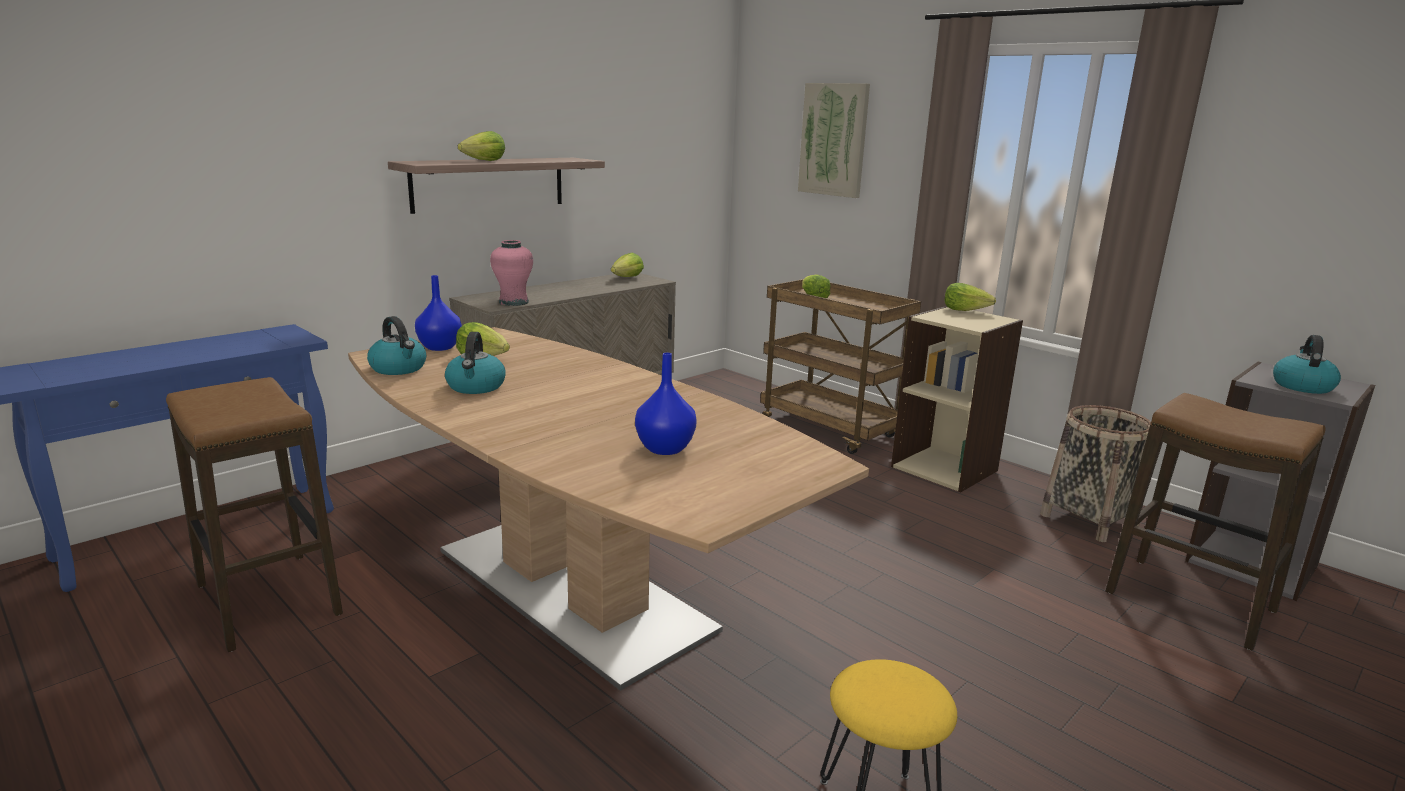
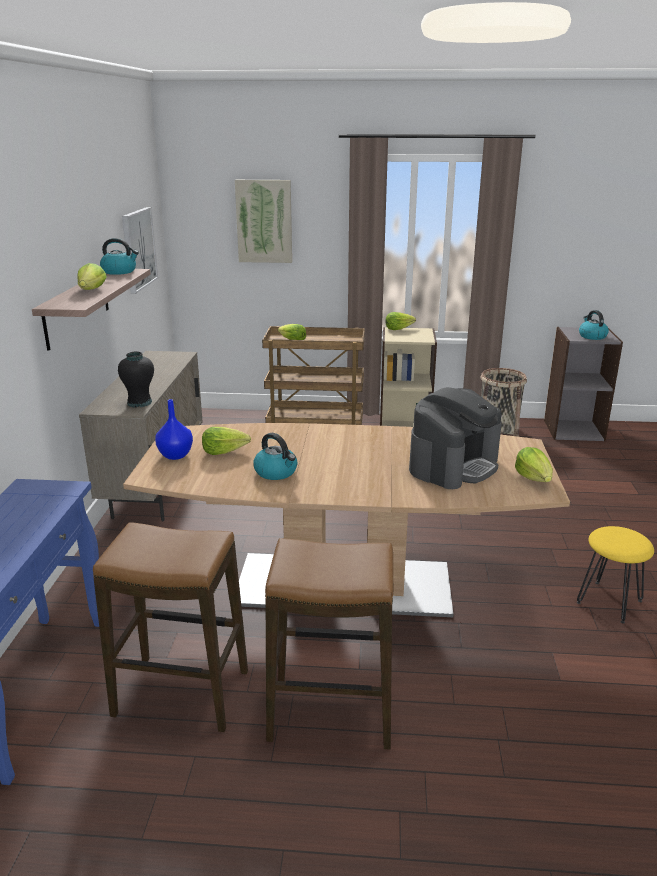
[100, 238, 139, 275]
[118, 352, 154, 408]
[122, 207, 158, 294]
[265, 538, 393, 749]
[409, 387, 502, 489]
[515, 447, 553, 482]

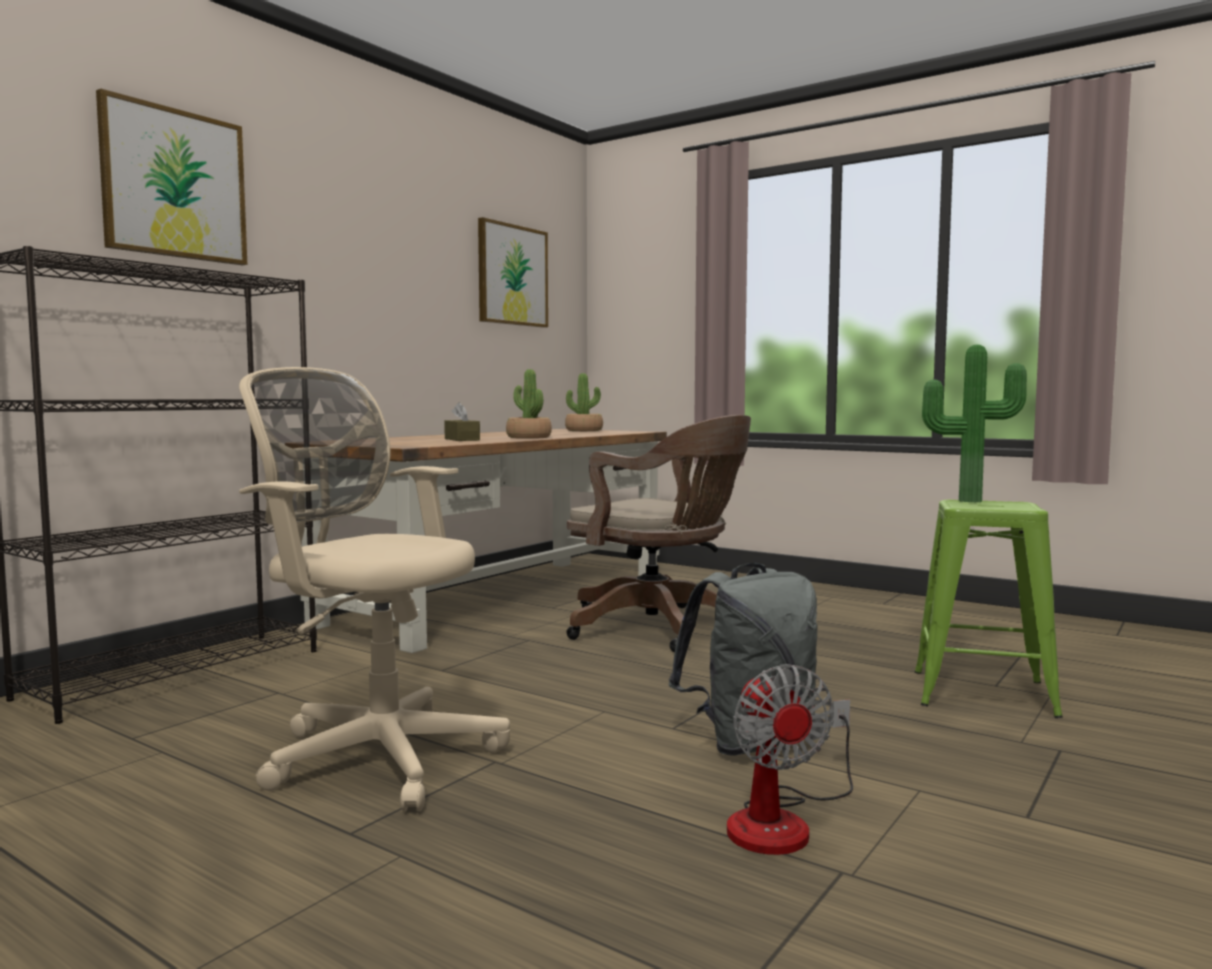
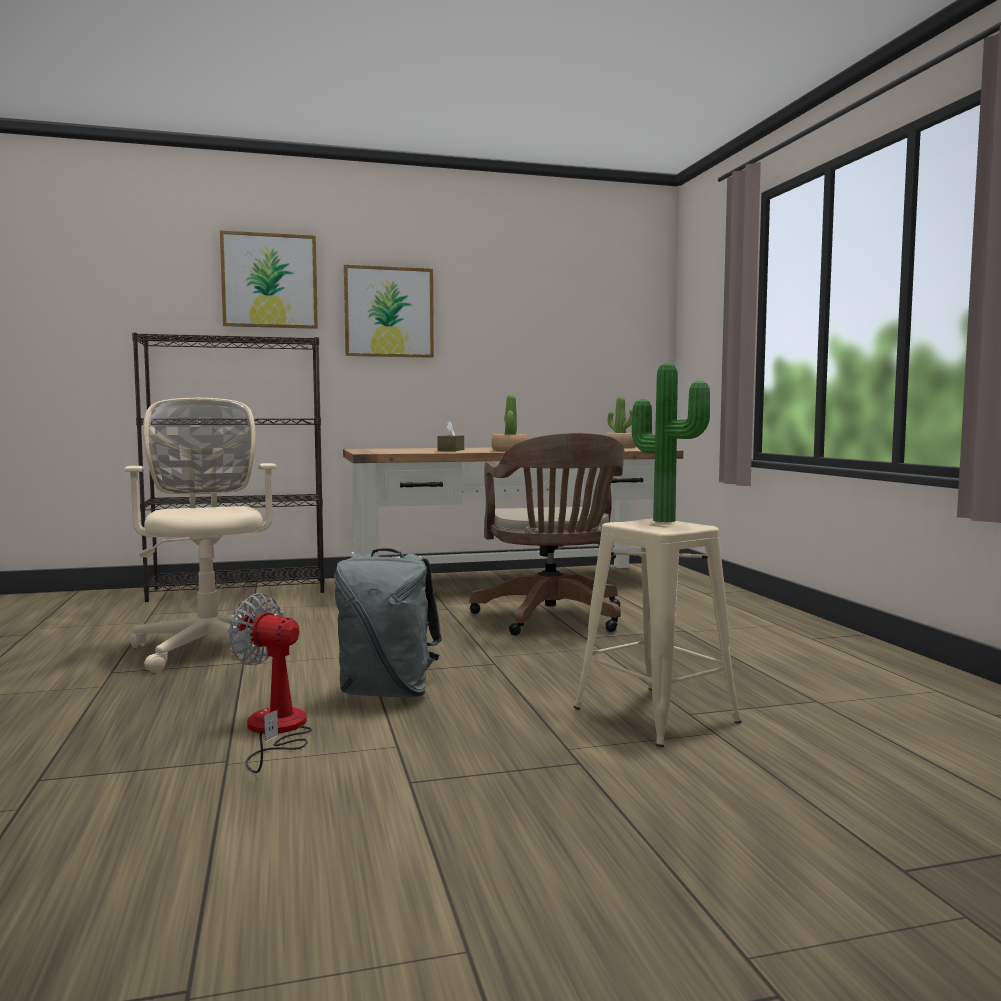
[228, 593, 312, 773]
[344, 265, 434, 358]
[574, 518, 742, 747]

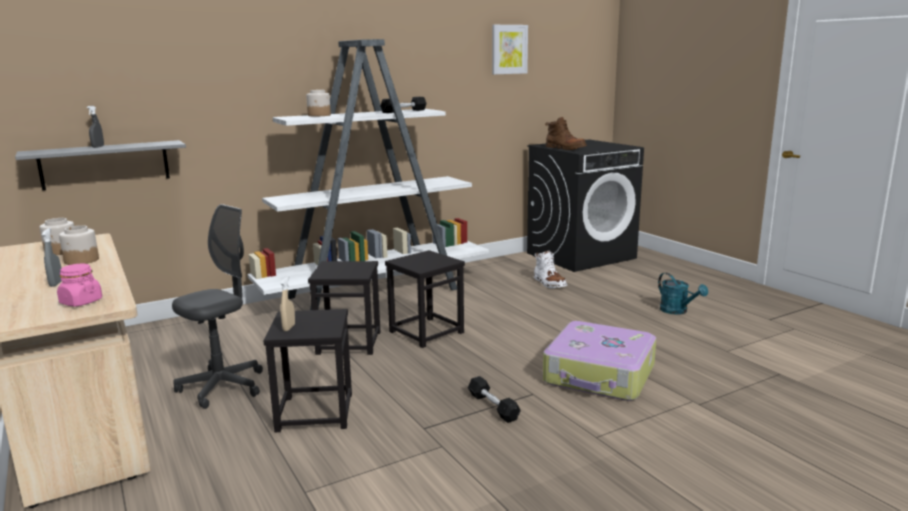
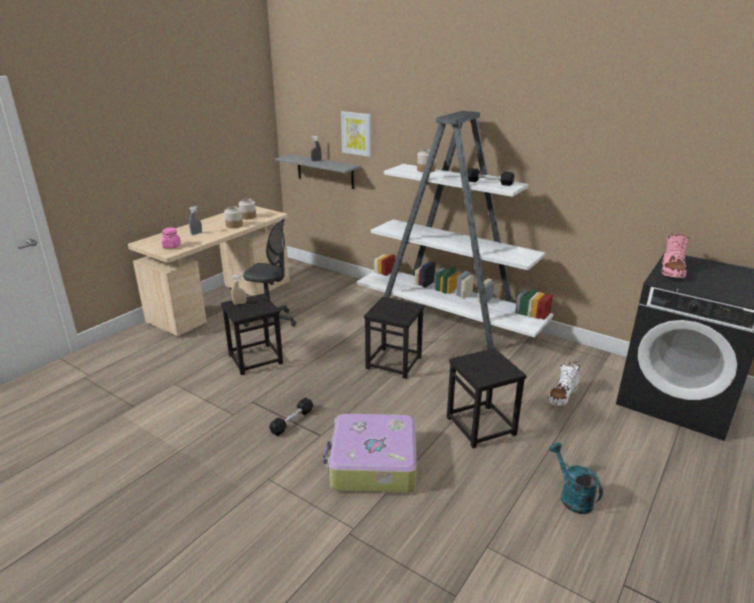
[341, 111, 371, 157]
[447, 348, 526, 448]
[549, 443, 603, 514]
[661, 233, 690, 278]

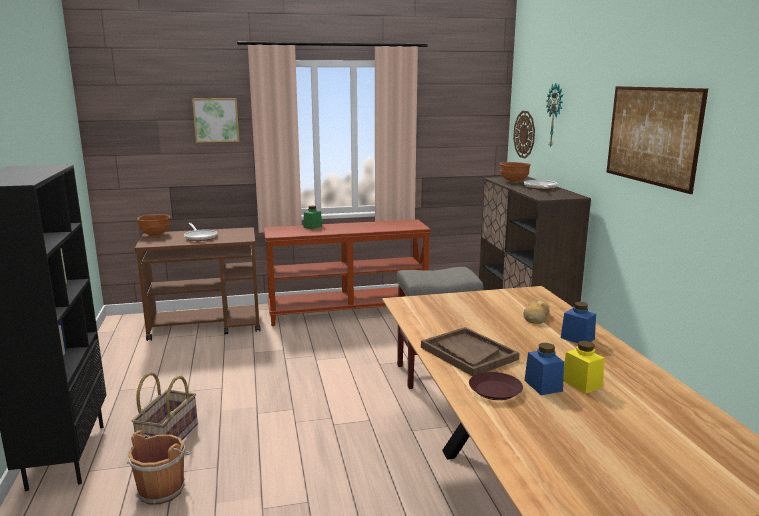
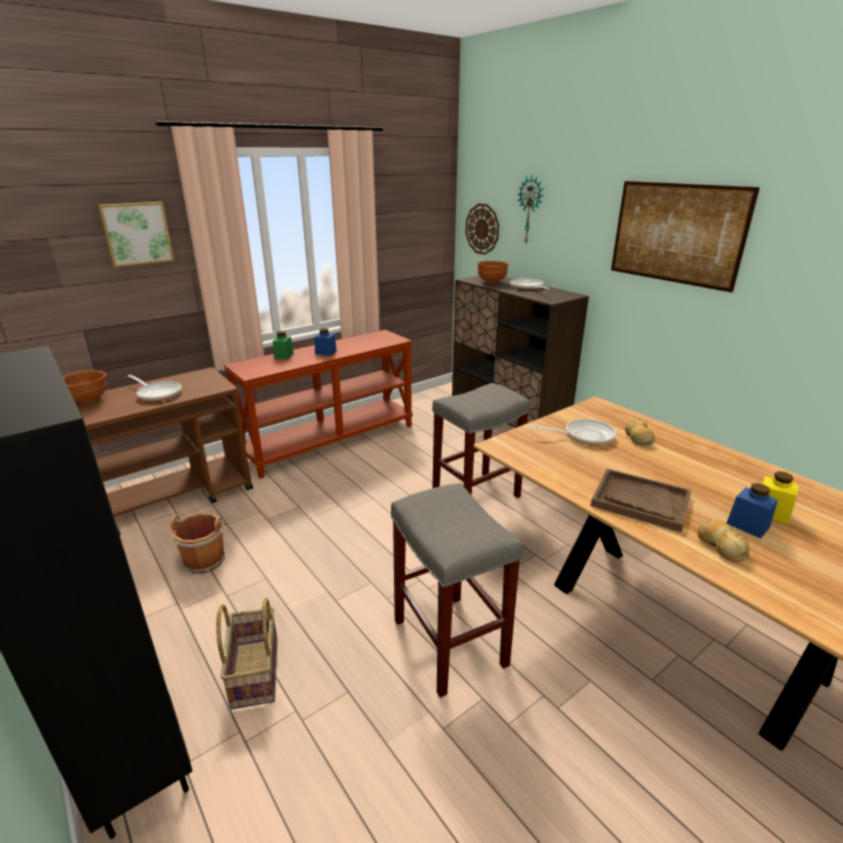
[170, 513, 227, 574]
[314, 328, 337, 356]
[391, 483, 523, 698]
[531, 419, 616, 445]
[697, 520, 750, 562]

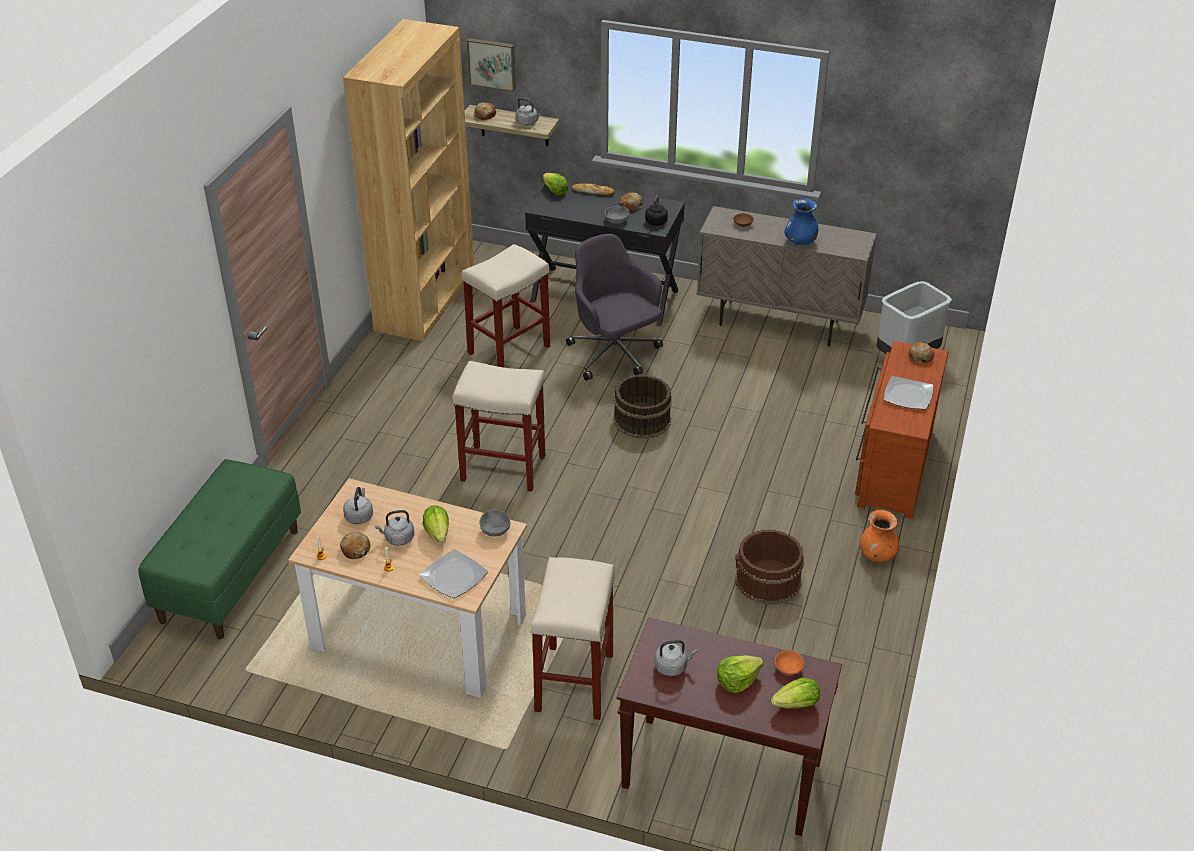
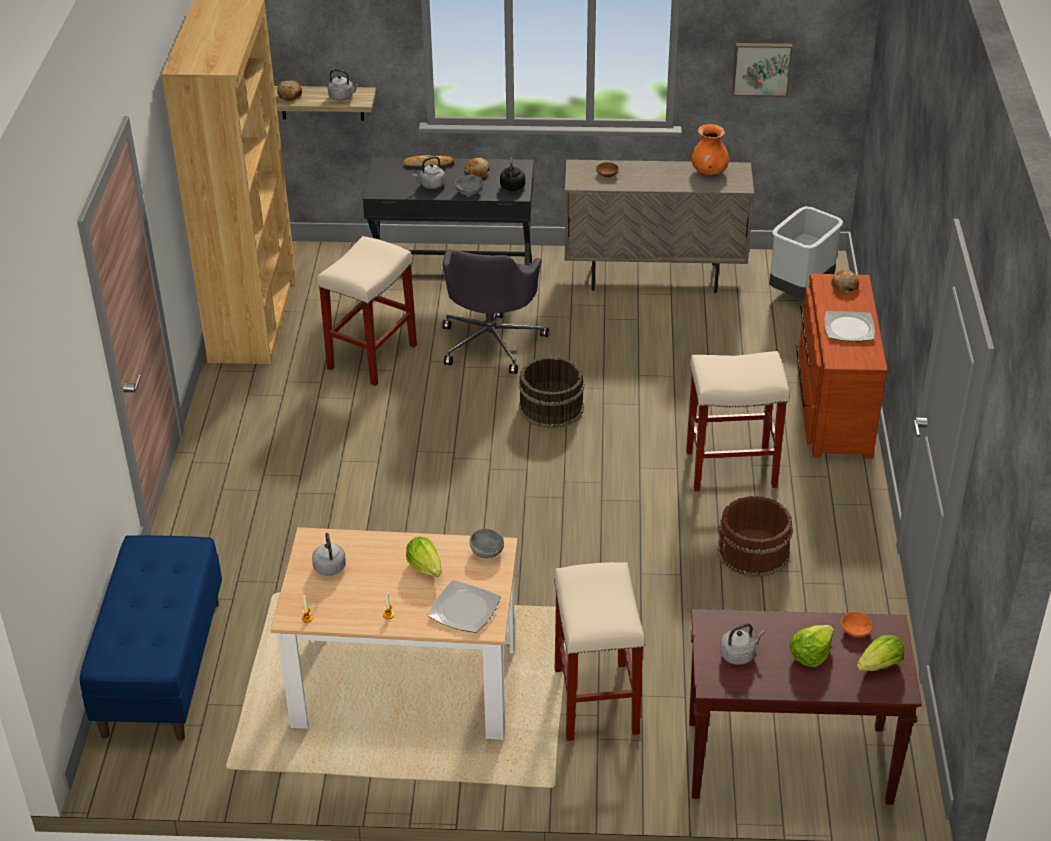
[80, 535, 222, 741]
[413, 156, 445, 189]
[442, 249, 549, 374]
[686, 351, 789, 492]
[691, 124, 729, 175]
[732, 43, 793, 97]
[340, 532, 371, 559] (first image)
[543, 173, 568, 195] (first image)
[784, 198, 818, 245] (first image)

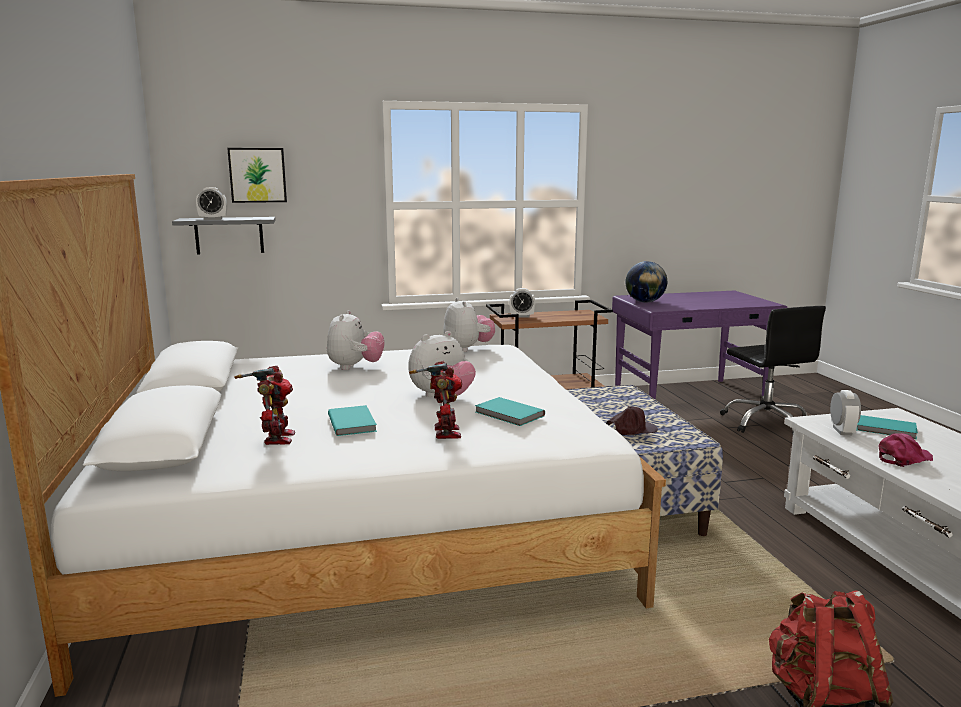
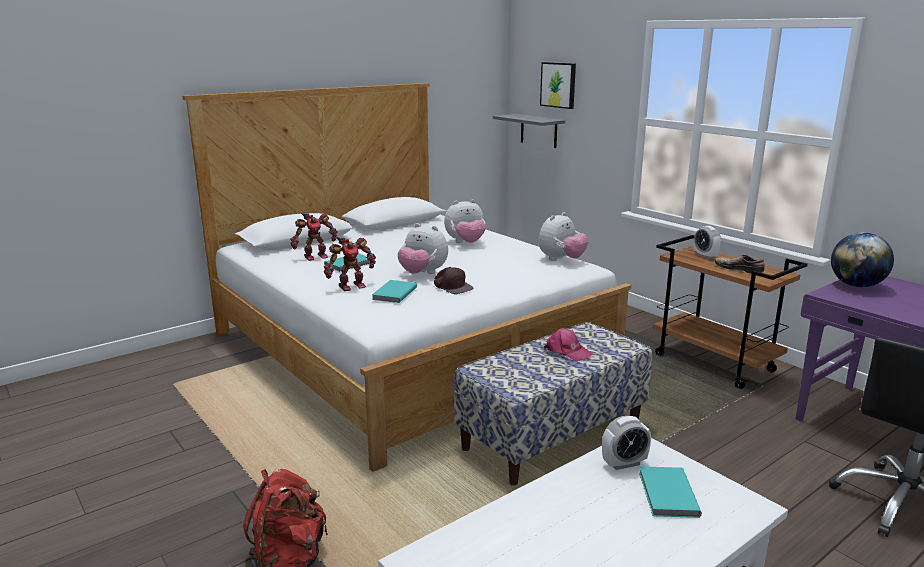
[434, 267, 473, 294]
[544, 328, 593, 361]
[715, 255, 764, 274]
[196, 187, 227, 220] (first image)

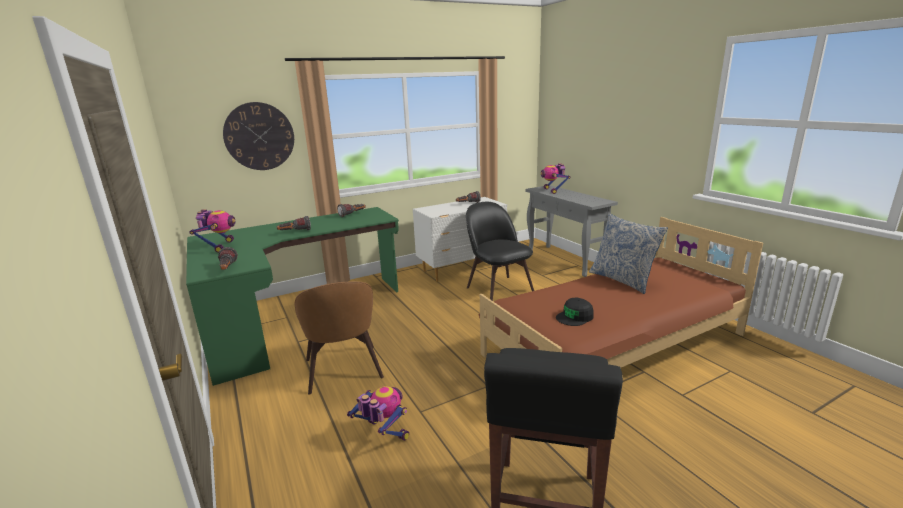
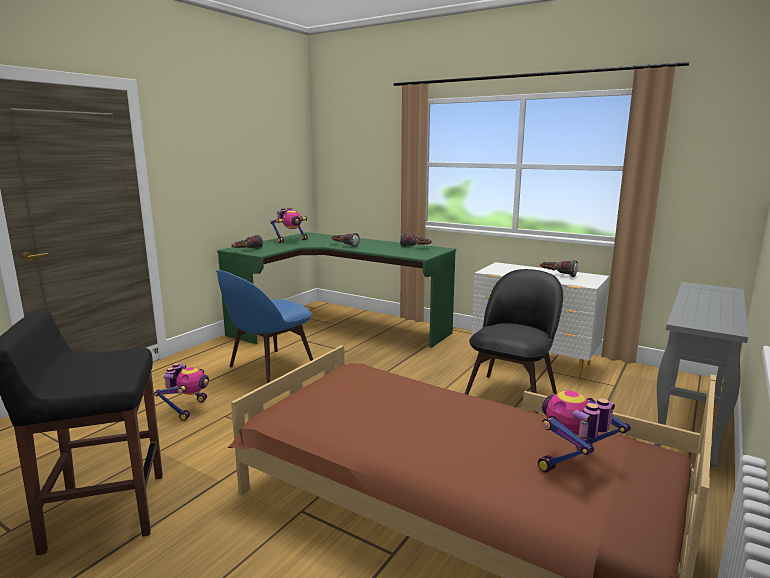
[216, 270, 313, 383]
[538, 391, 631, 473]
[223, 102, 294, 170] (first image)
[556, 298, 594, 326] (first image)
[589, 214, 668, 294] (first image)

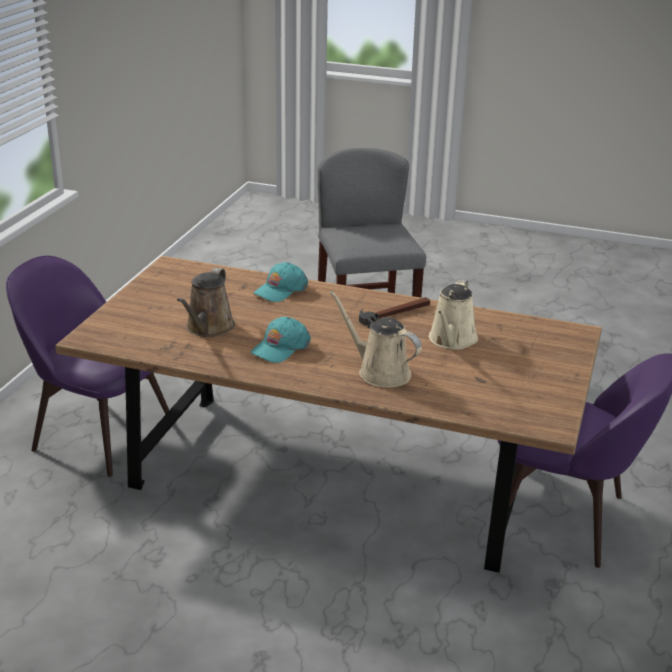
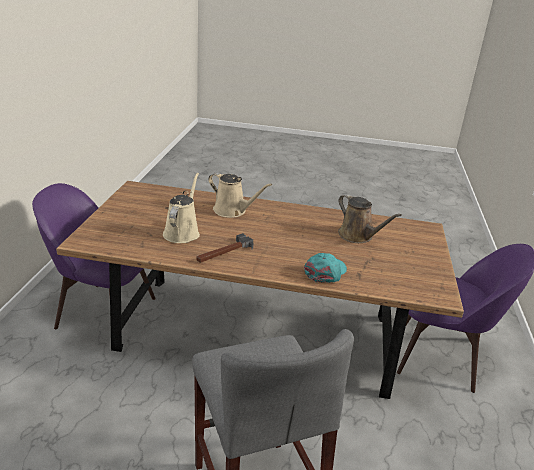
[338, 194, 402, 243]
[251, 317, 311, 363] (first image)

